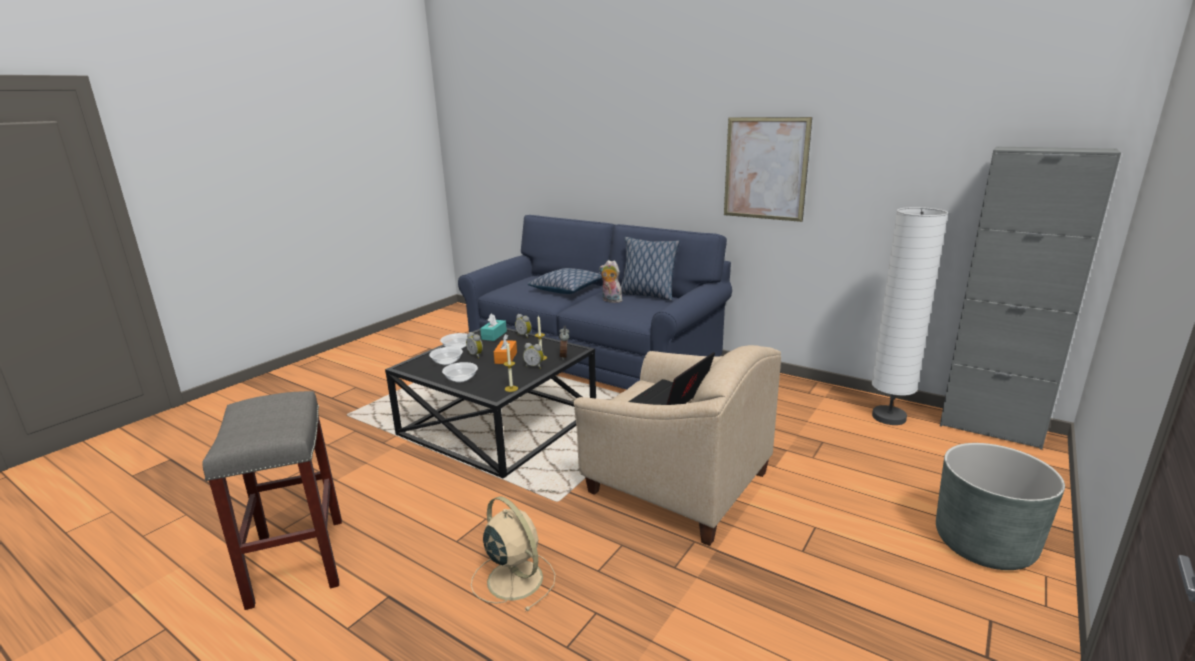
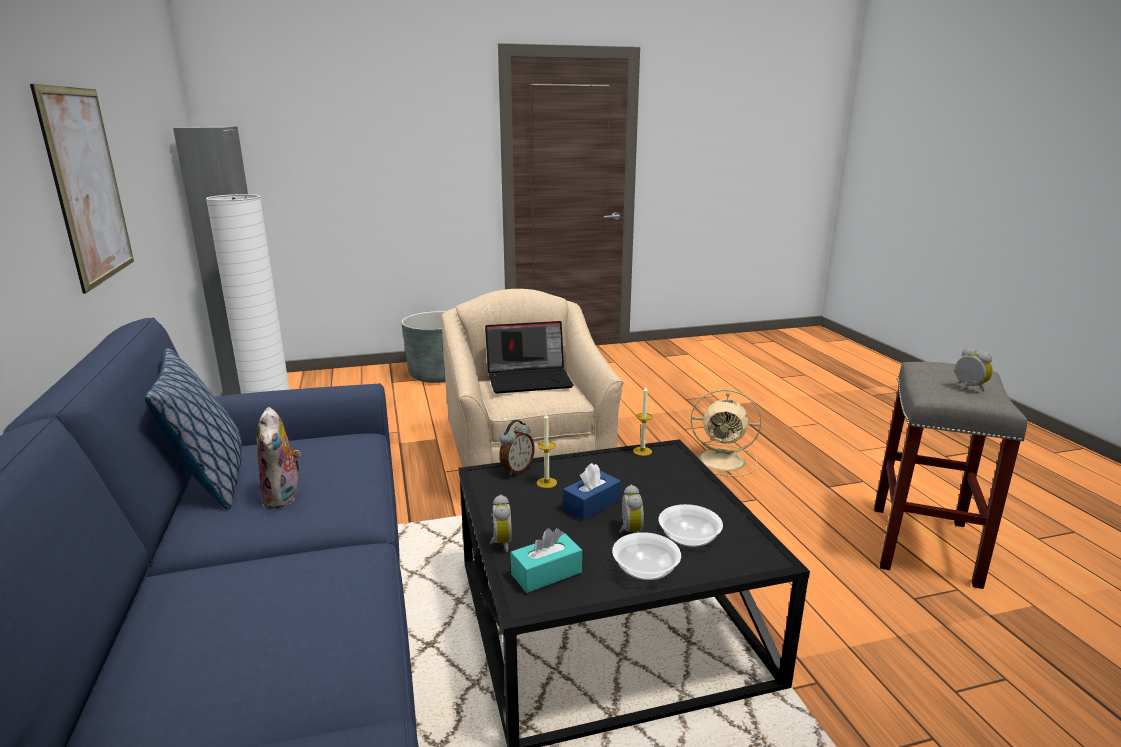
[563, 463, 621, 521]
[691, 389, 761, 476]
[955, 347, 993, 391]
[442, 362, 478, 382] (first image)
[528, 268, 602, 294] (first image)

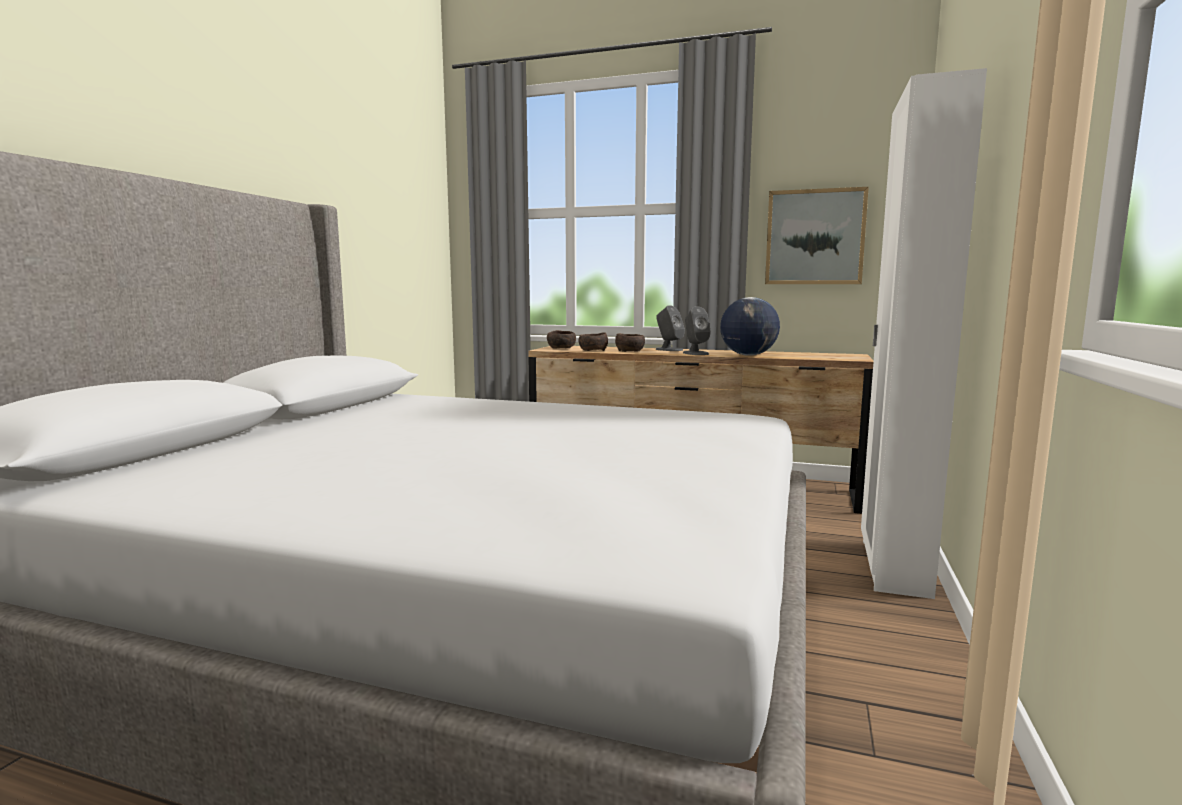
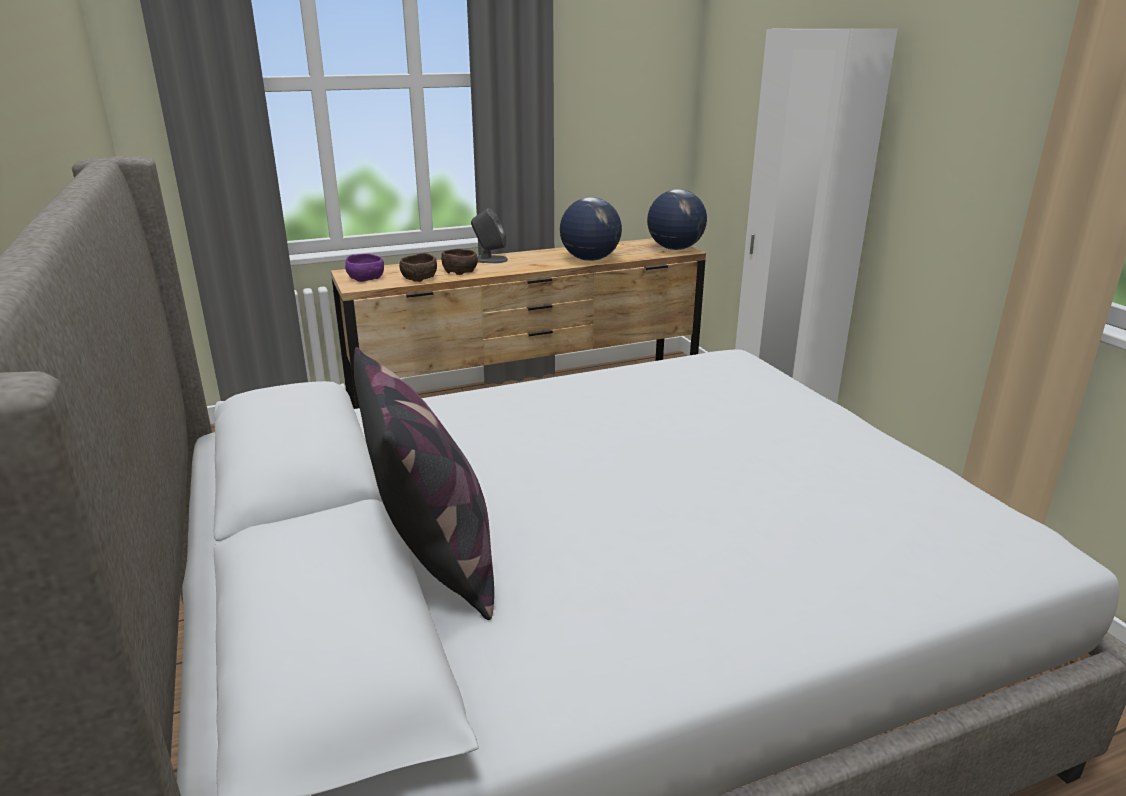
[345, 254, 384, 282]
[354, 347, 494, 620]
[647, 189, 707, 250]
[683, 306, 711, 355] (first image)
[765, 187, 869, 284] (first image)

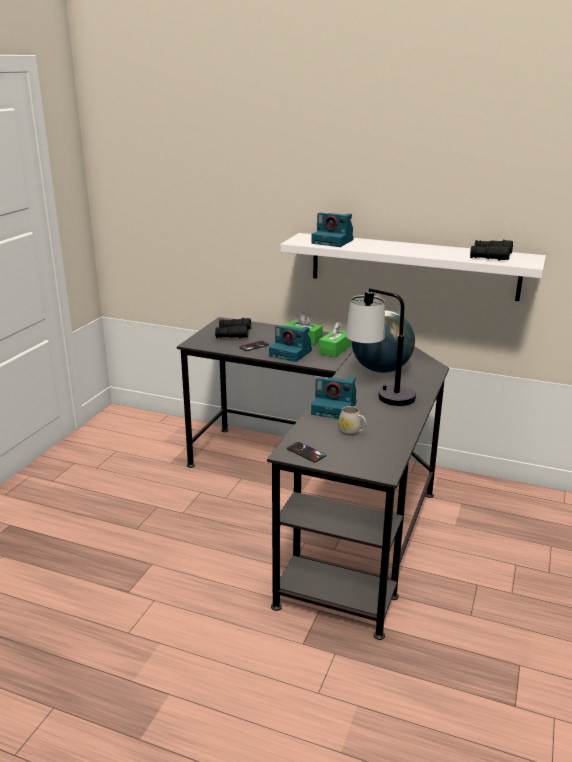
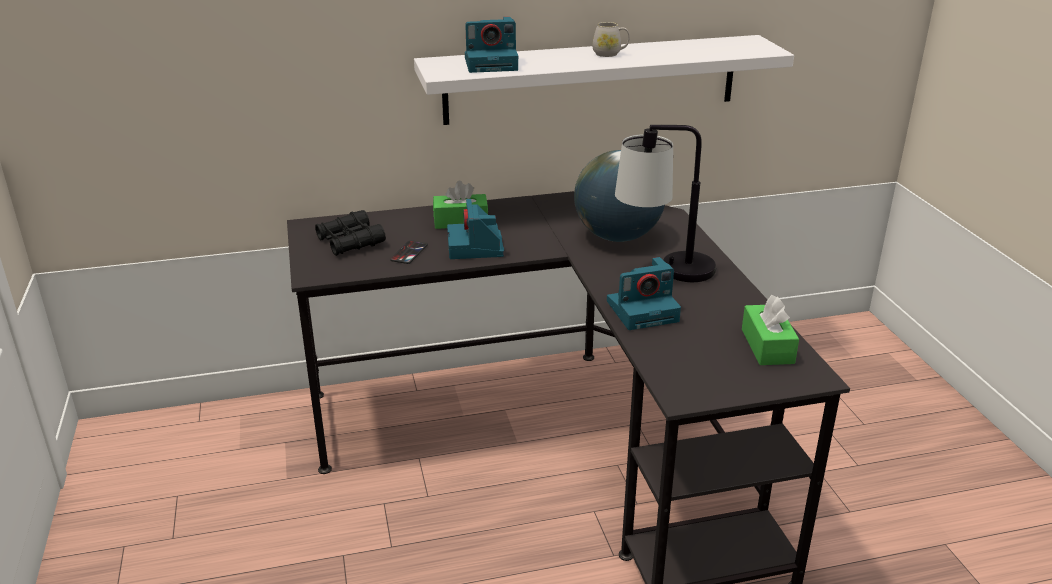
[447, 199, 504, 259]
[592, 22, 630, 57]
[742, 295, 799, 365]
[287, 442, 326, 462] (first image)
[470, 239, 513, 261] (first image)

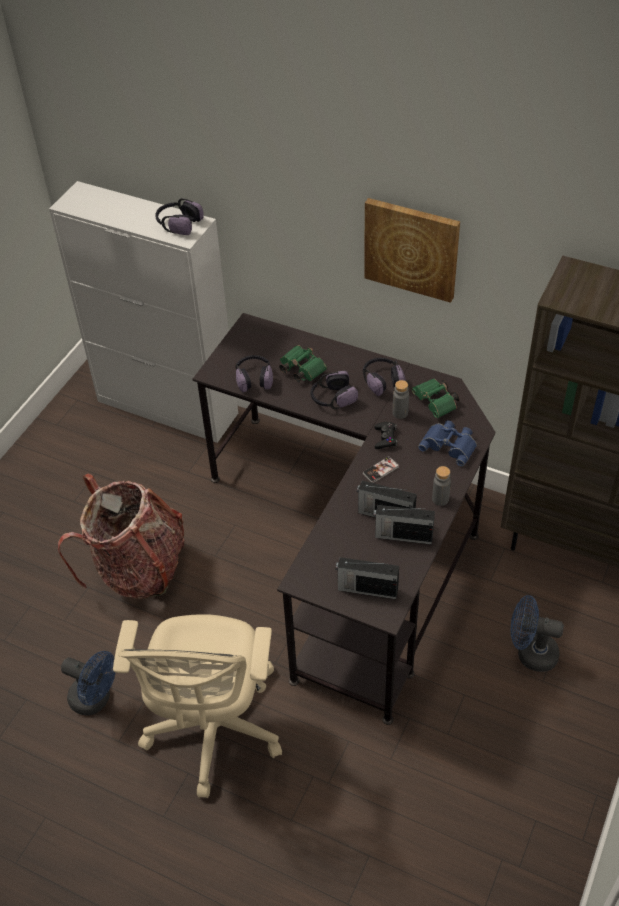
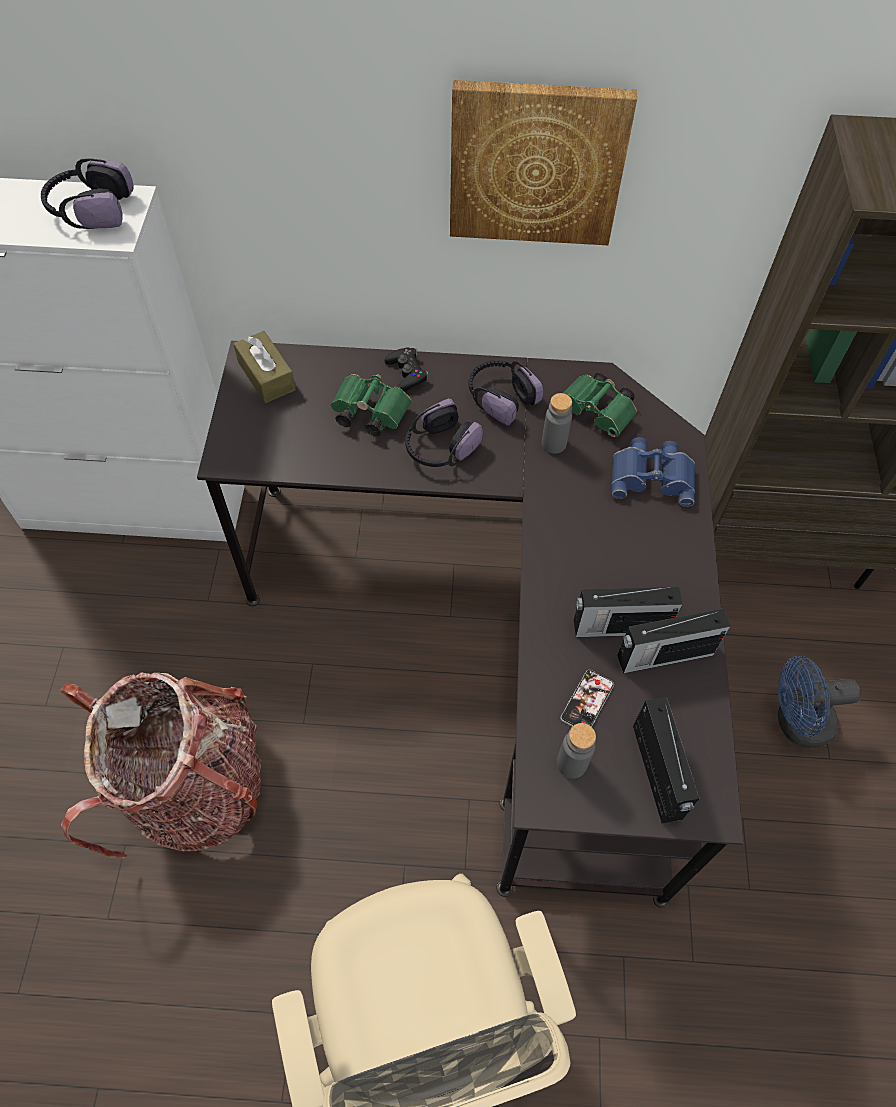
[234, 331, 296, 403]
[384, 348, 428, 392]
[557, 723, 596, 778]
[560, 670, 614, 727]
[633, 697, 700, 823]
[61, 651, 116, 715] (first image)
[236, 355, 273, 392] (first image)

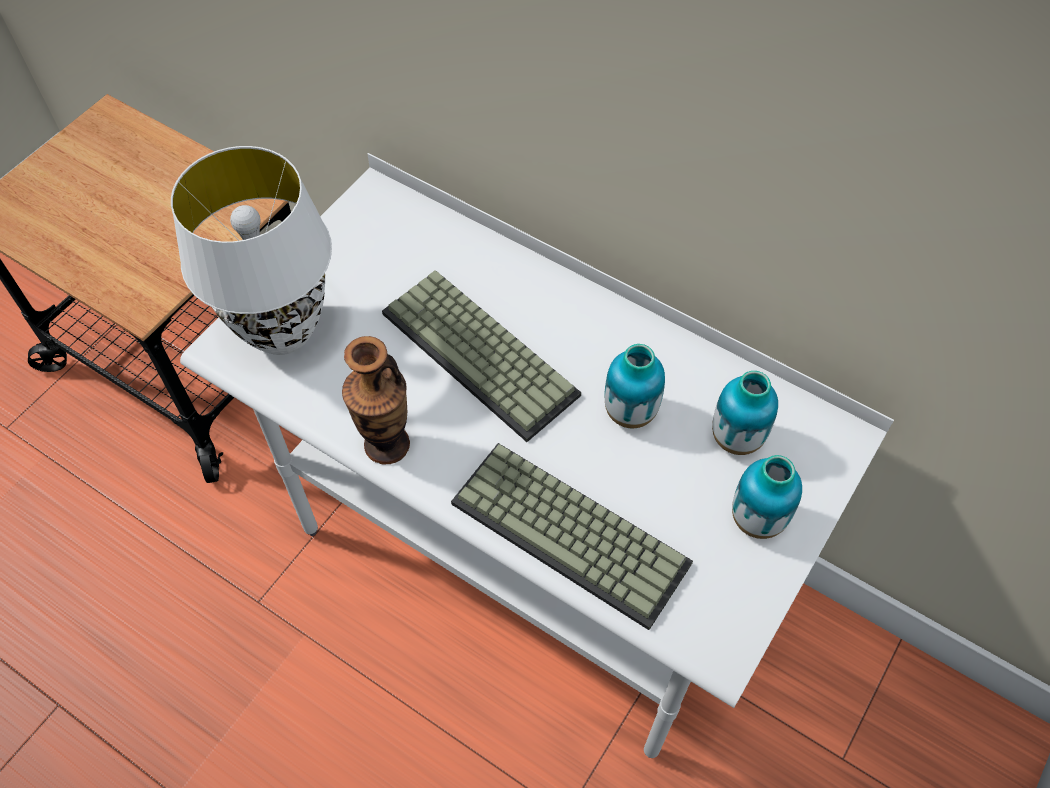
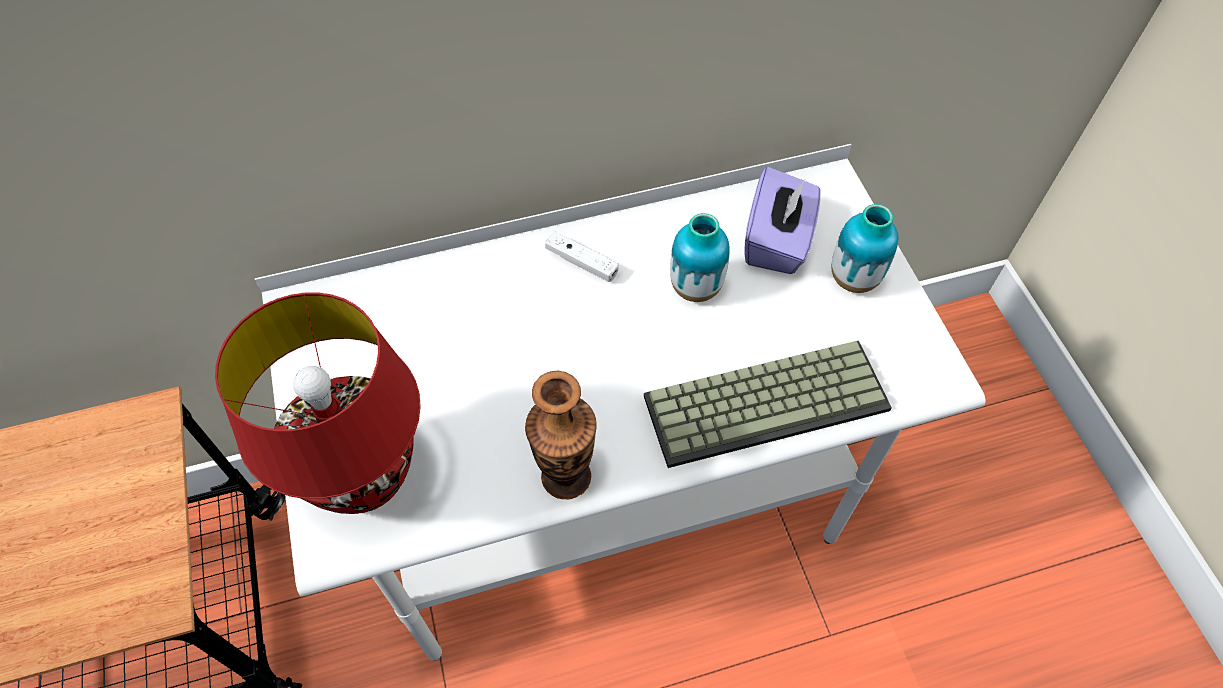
[215, 292, 421, 514]
[545, 231, 619, 282]
[744, 167, 821, 274]
[382, 270, 581, 442] (first image)

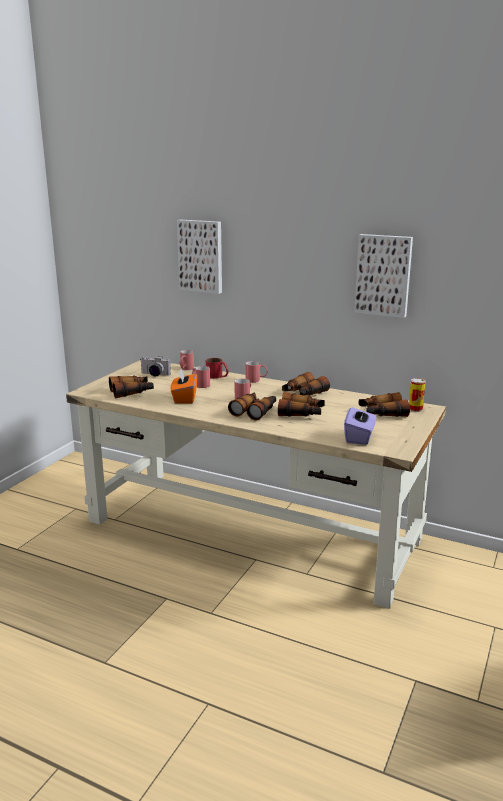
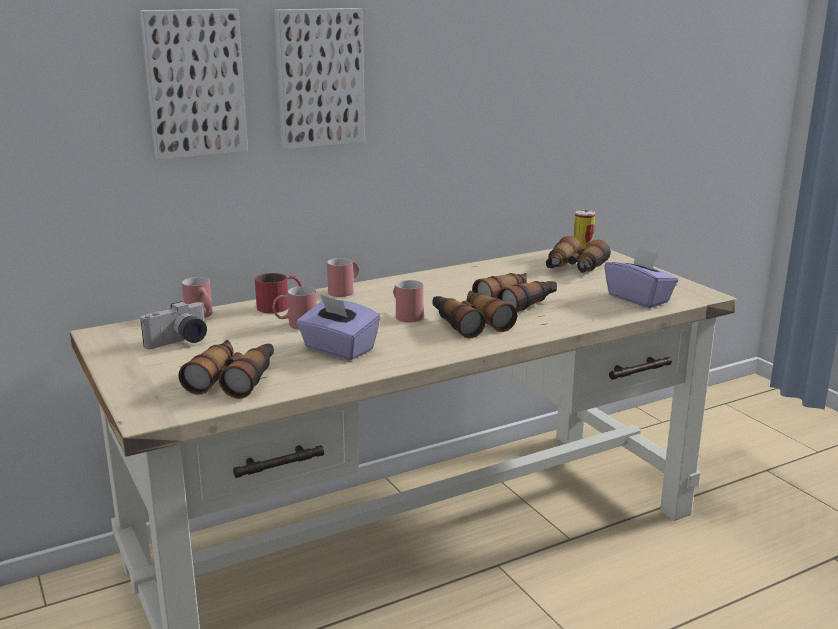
[274, 8, 365, 150]
[296, 294, 380, 360]
[282, 372, 330, 396] (first image)

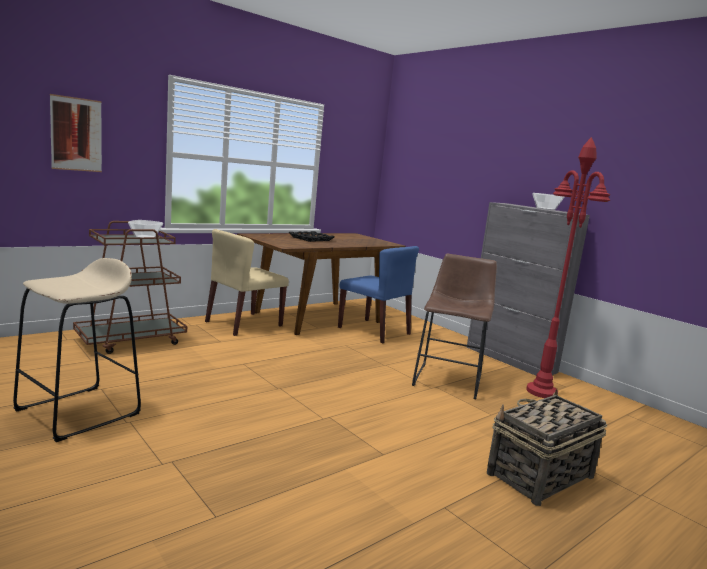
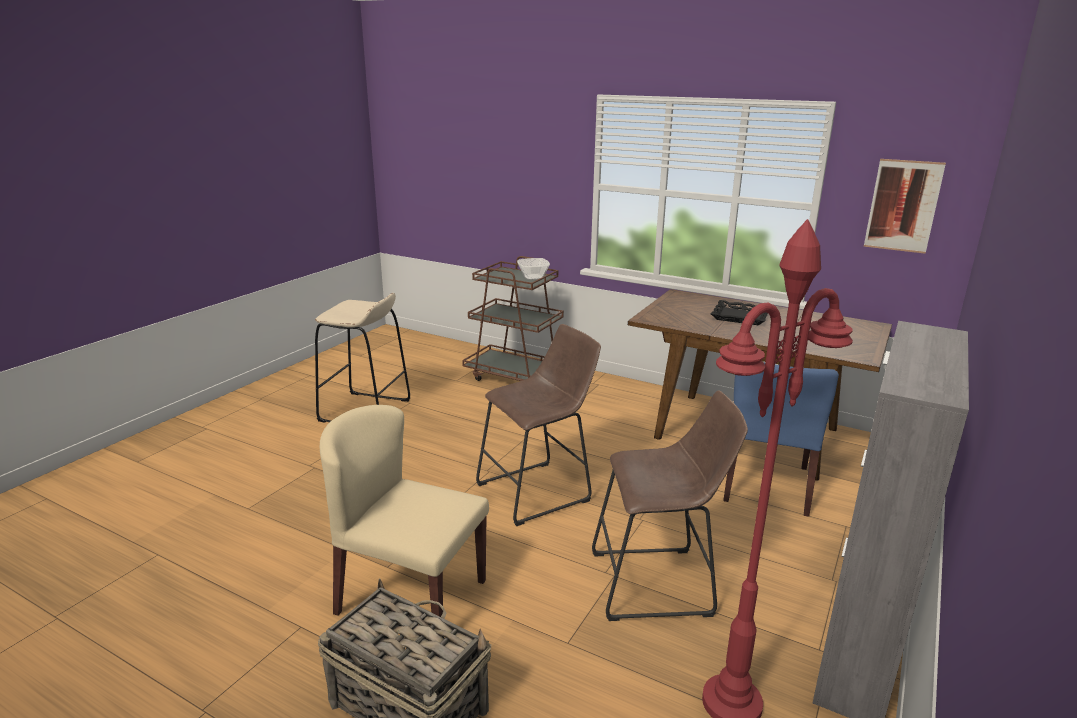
[320, 405, 489, 617]
[476, 324, 601, 526]
[864, 159, 946, 254]
[532, 193, 564, 210] (first image)

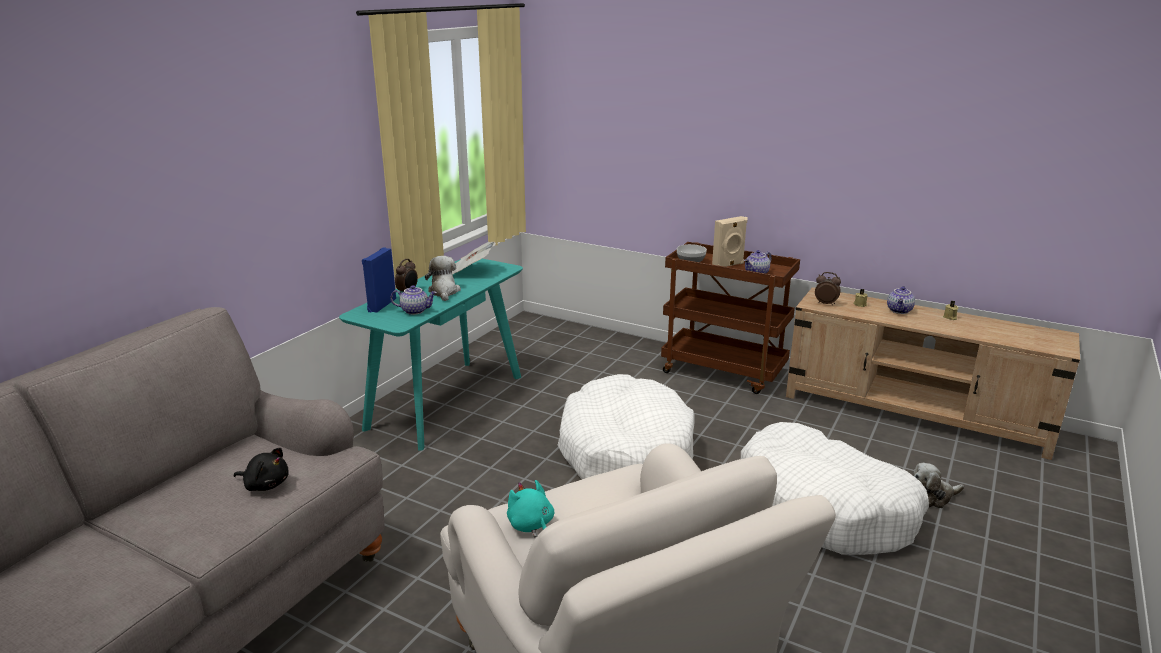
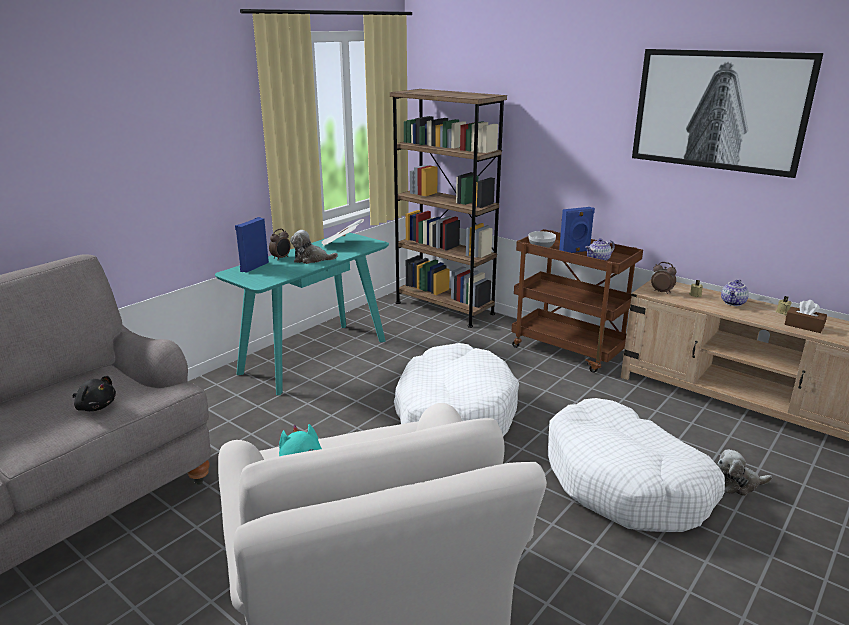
[290, 230, 338, 264]
[390, 89, 507, 328]
[559, 207, 595, 253]
[632, 49, 823, 178]
[785, 300, 827, 333]
[390, 285, 437, 315] (first image)

